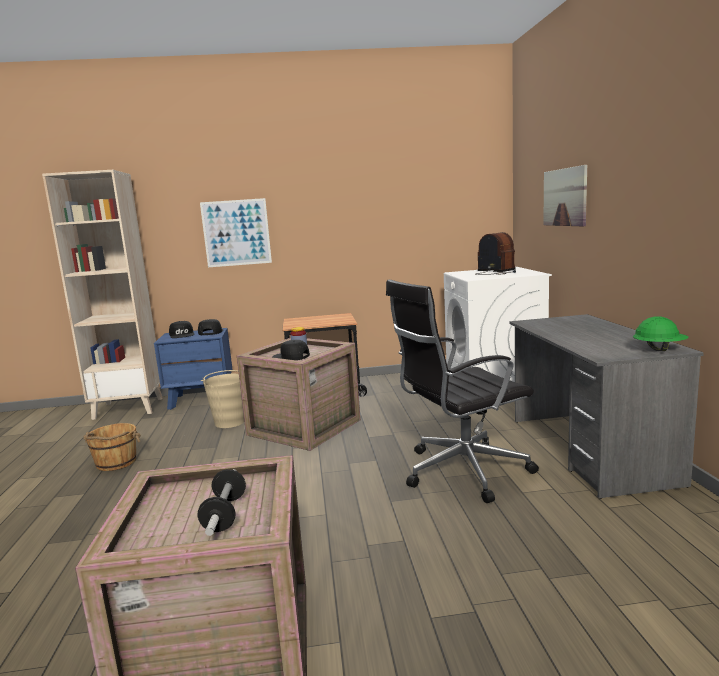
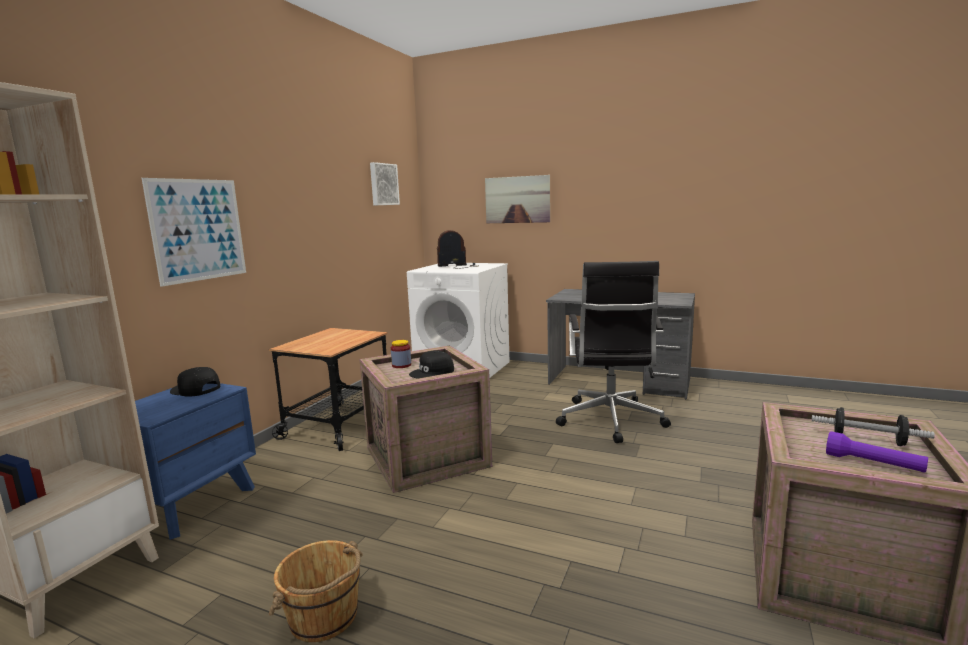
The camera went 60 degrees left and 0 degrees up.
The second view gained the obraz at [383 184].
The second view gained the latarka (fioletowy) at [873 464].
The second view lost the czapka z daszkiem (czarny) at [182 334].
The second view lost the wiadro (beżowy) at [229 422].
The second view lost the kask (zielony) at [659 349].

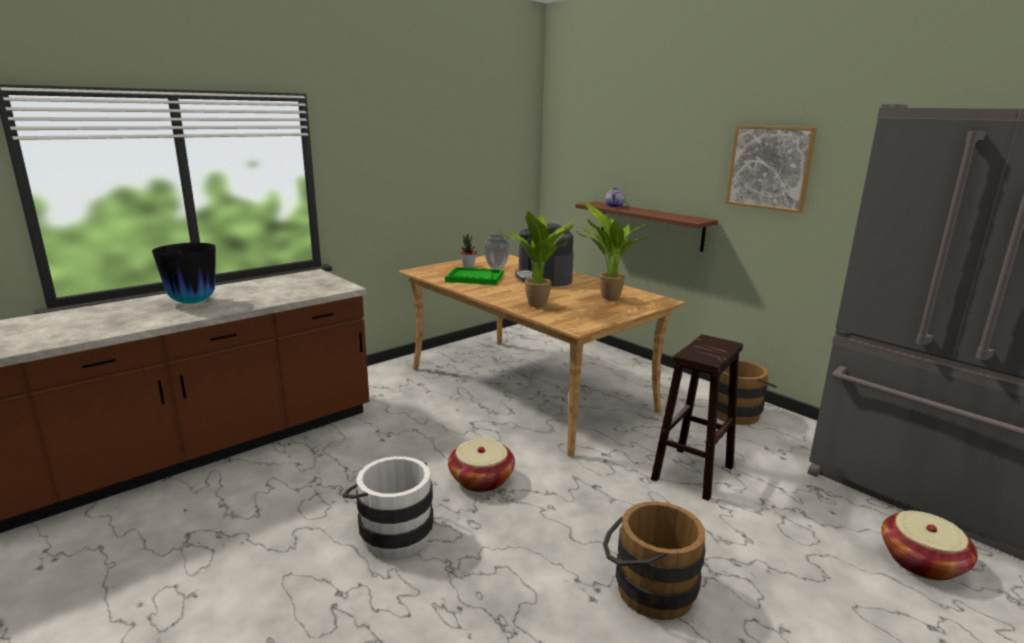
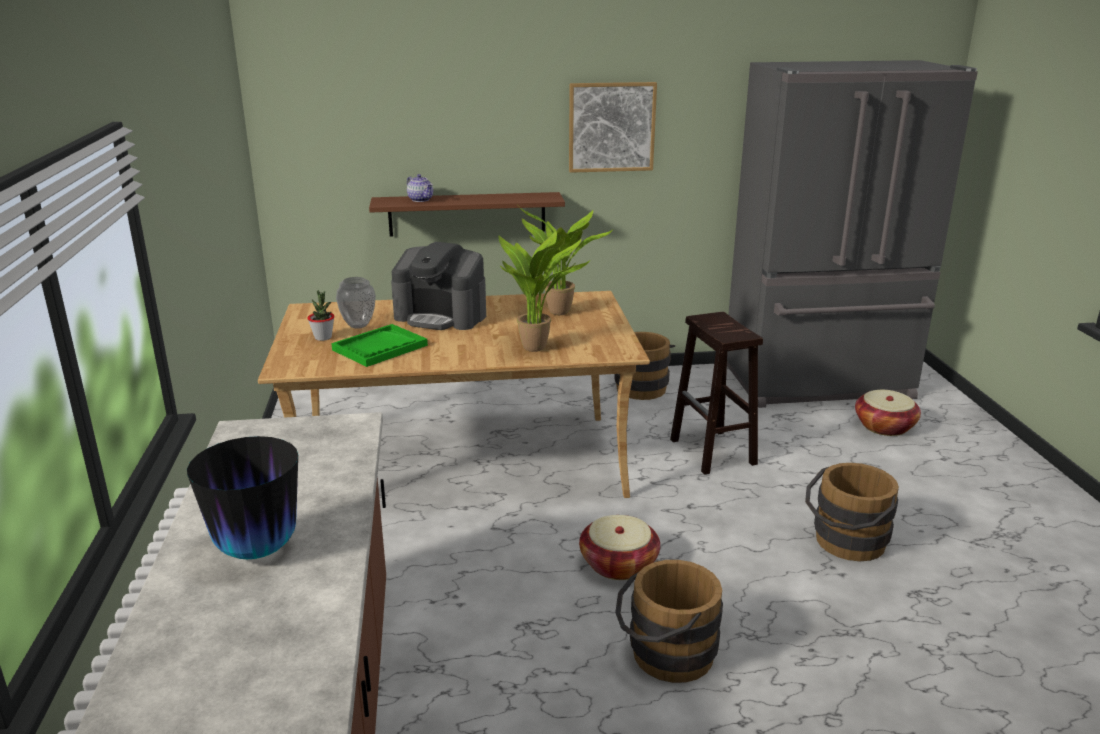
The camera went 55 degrees left and 5 degrees up.
What was the wiadro (biały) at [392 532] turned into the wiadro (brązowy) at [664 655].

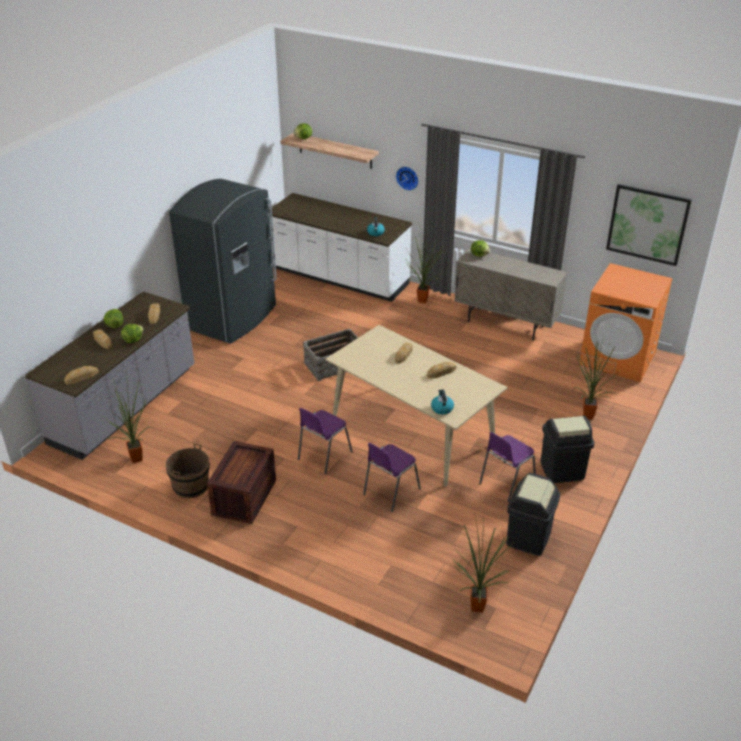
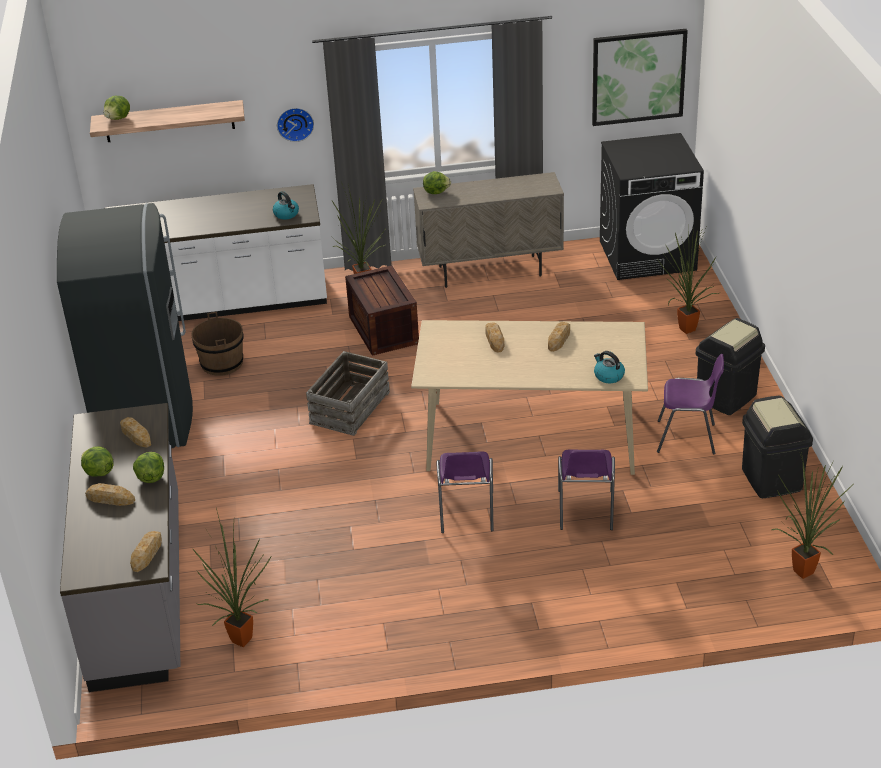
The camera went 35 degrees left and 0 degrees up.
The wiadro (brązowy) ended up elsewhere, having gone from [191 486] to [222 363].
The skrzynka ended up elsewhere, having gone from [244 498] to [384 331].
What was the pralka (pomarańczowy) at [618 358] turned into the pralka (czarny) at [648 255].
The krzesło (fioletowy) at [505 483] ended up facing another way, 90 degrees counterclockwise from before.

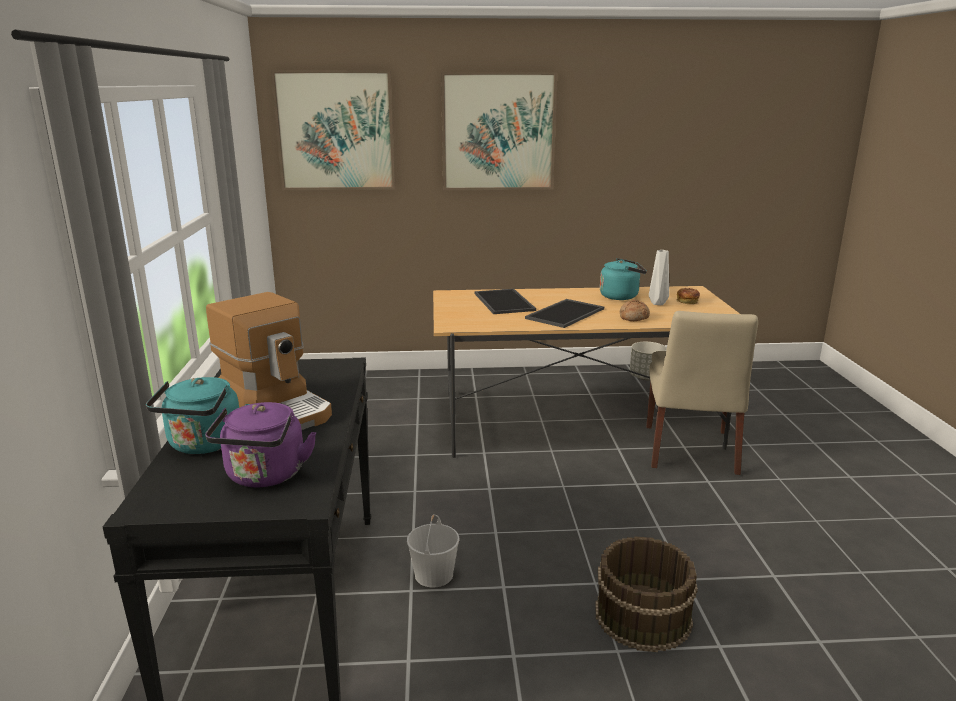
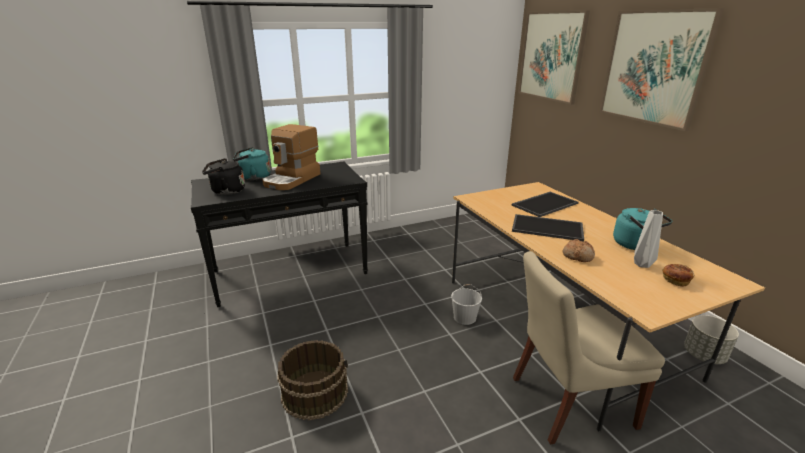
The camera went 70 degrees right and 5 degrees up.
What was the czajnik (fioletowy) at [265 476] turned into the czajnik (czarny) at [226 191].
The wiadro (biały) ended up elsewhere, having gone from [433 574] to [465 317].

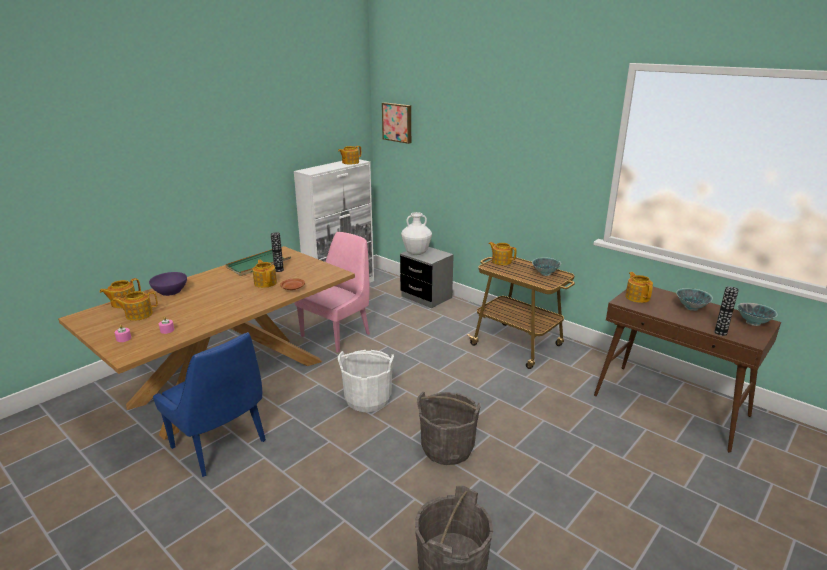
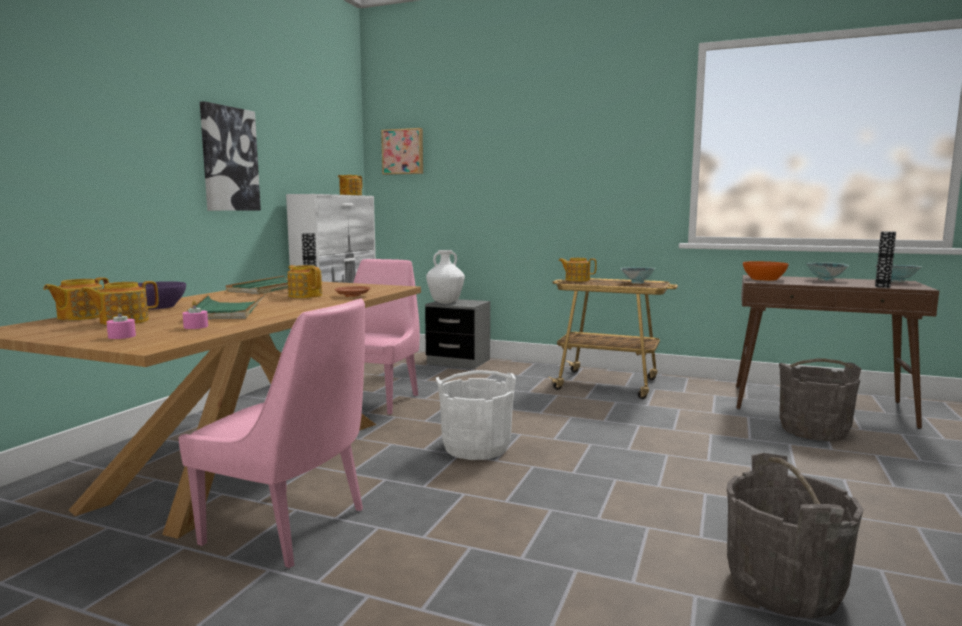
The camera went 20 degrees left and 15 degrees down.
What was the krzesło (niebieski) at [220 445] turned into the krzesło (różowy) at [290 527].
The second view gained the taca (zielony) at [227 311].
The second view gained the obraz at [229 159].
Where the imbryk stood at [637 297], the miska (pomarańczowy) came to stand at [764 279].
The wiadro (szary) ended up elsewhere, having gone from [447 448] to [813 430].

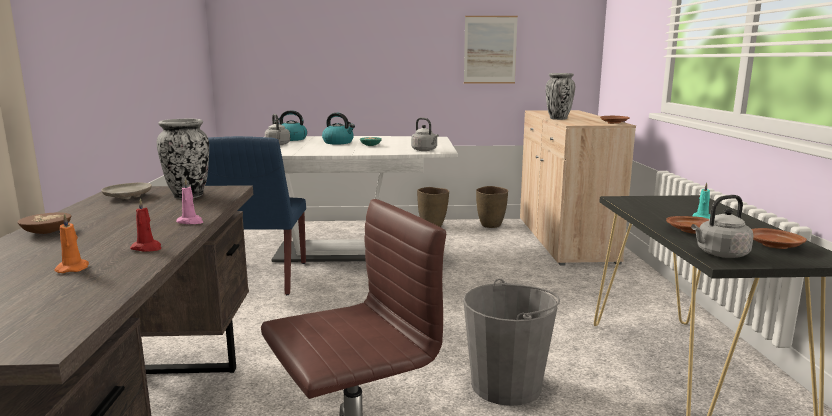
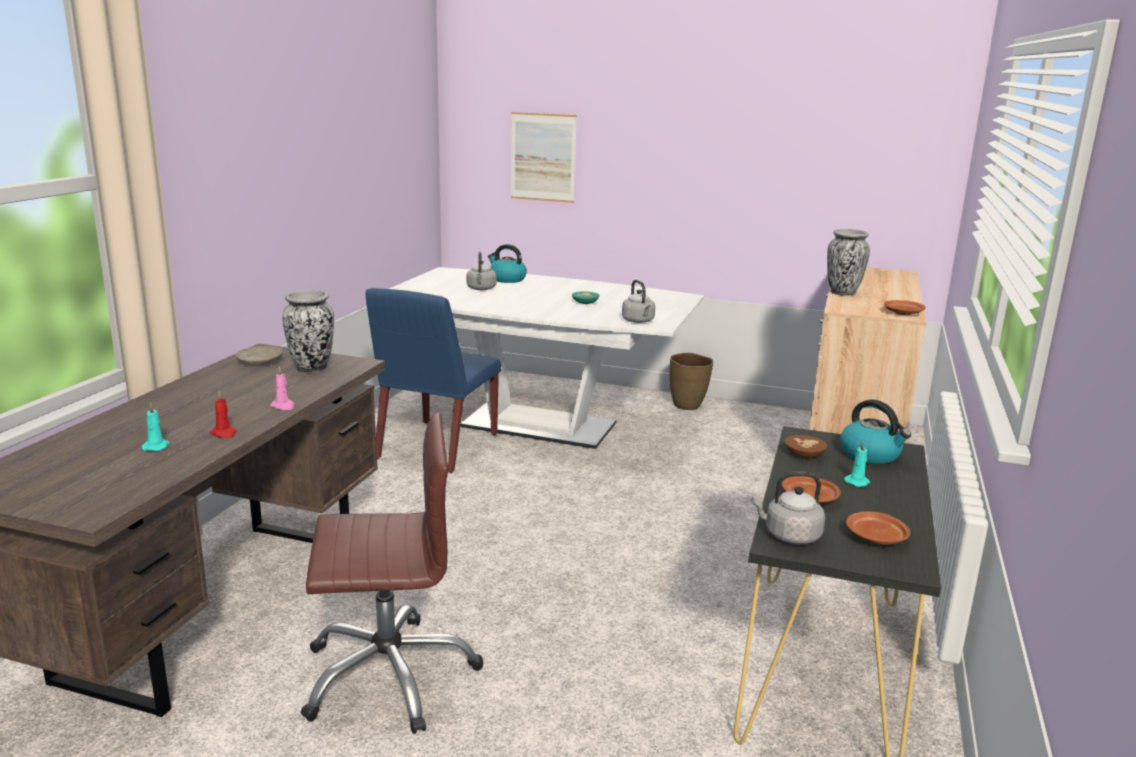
The camera went 20 degrees right and 5 degrees up.
What was the świeca (pomarańczowy) at [73 268] turned into the świeca (turkusowy) at [157 446].
The obraz ended up elsewhere, having gone from [490 50] to [543 157].
The miska (brązowy) ended up elsewhere, having gone from [49 231] to [805 454].
The czajnik ended up elsewhere, having gone from [338 142] to [871 455].
The second view lost the wiadro (szary) at [507 385].
The second view lost the wazon (brązowy) at [491 225].

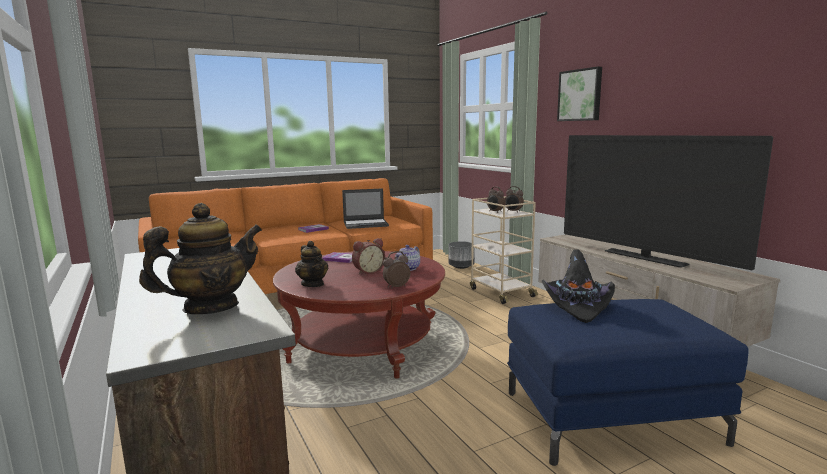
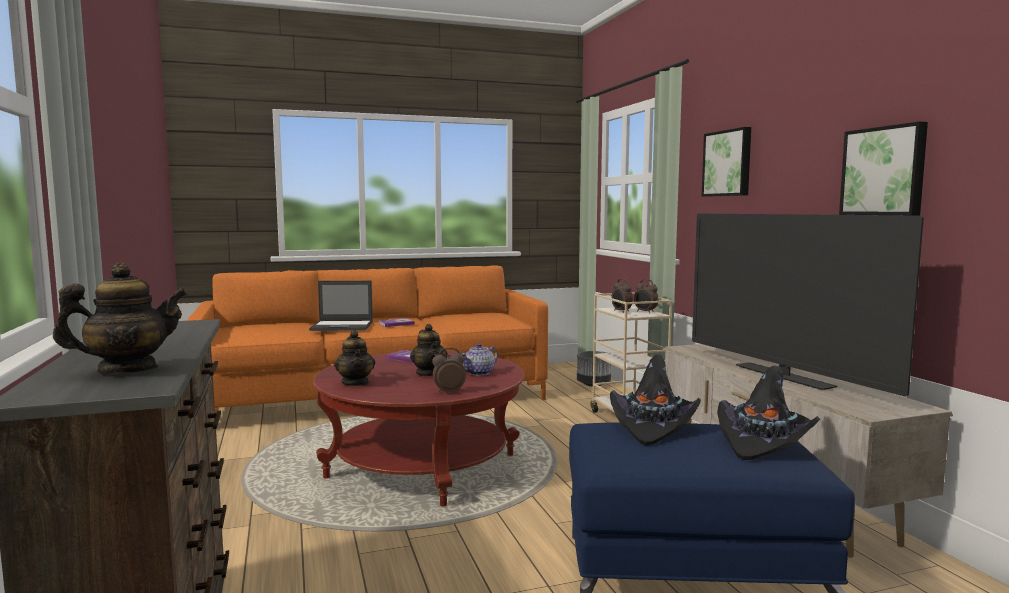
The camera went 10 degrees right and 5 degrees down.
The laptop ended up elsewhere, having gone from [366 224] to [343 326].
Where the budzik stood at [368 271], the imbryk came to stand at [429 373].
The second view gained the kapelusz (czarny) at [763 442].
The second view gained the obraz at [884 171].

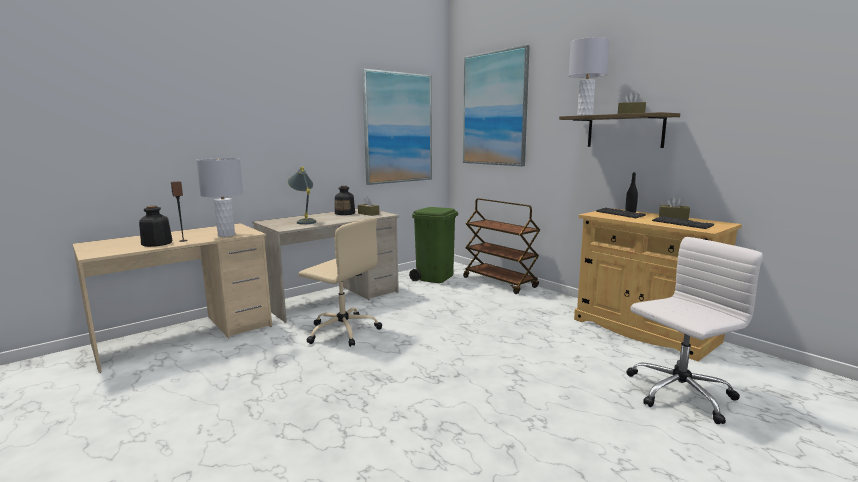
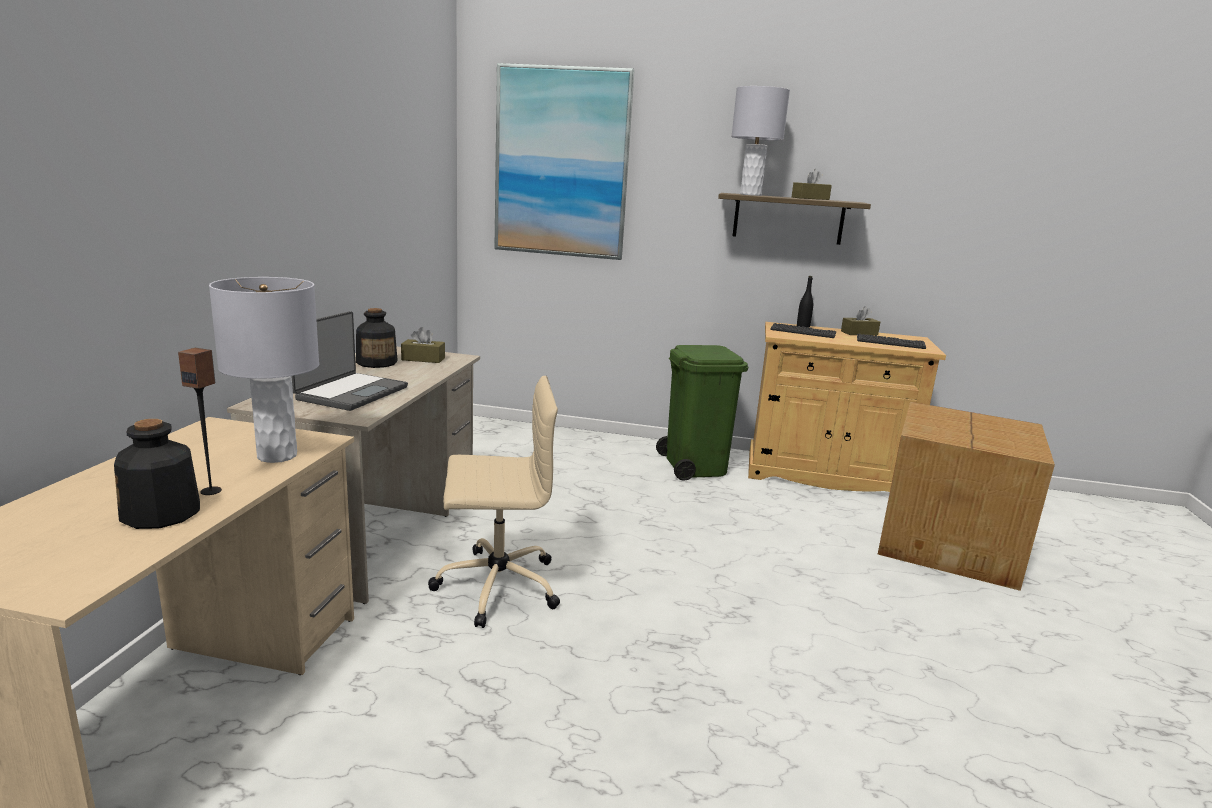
The camera went 40 degrees left and 5 degrees up.
Where the lampa stołowa (szary) stood at [304 221], the laptop came to stand at [350 393].
The kosz na śmieci (zielony) ended up elsewhere, having gone from [434 277] to [694 466].
Where the krzesło biurowe (biały) stood at [678 394], the karton came to stand at [950 543].
The second view lost the obraz at [398 128].
The second view lost the wózek (brązowy) at [500 282].

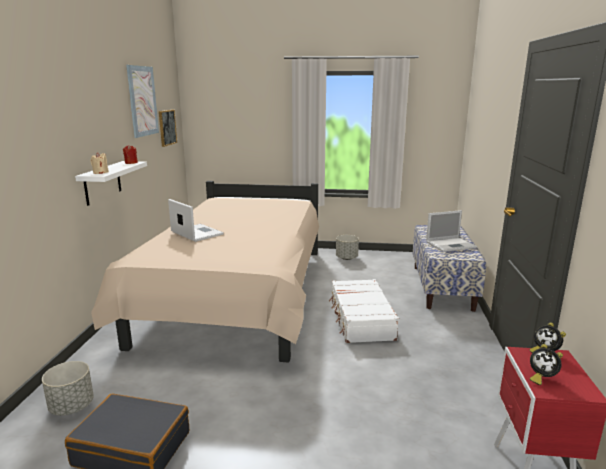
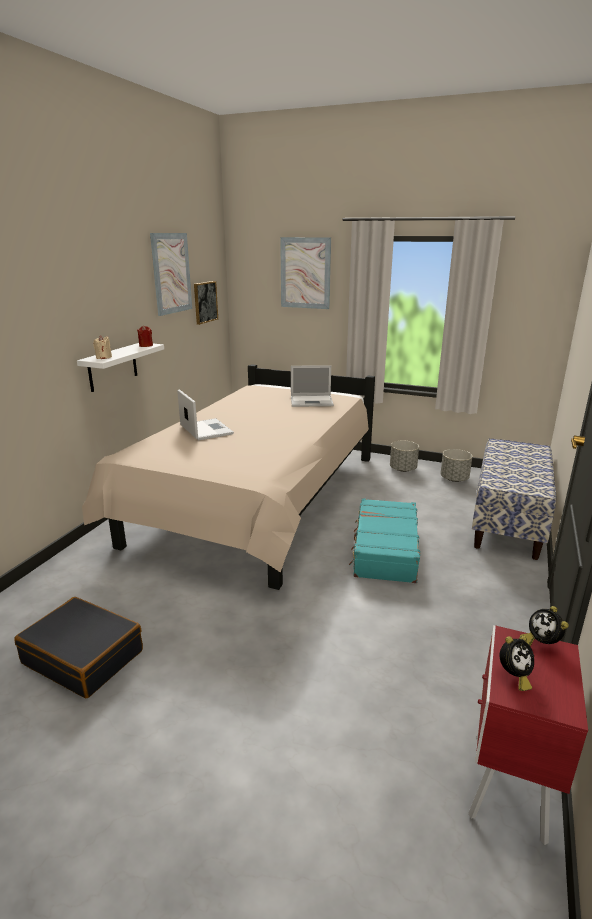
The camera went 15 degrees right and 5 degrees up.
The second view gained the obraz at [305 273].
The laptop ended up elsewhere, having gone from [451 244] to [312 401].
What was the walizka (biały) at [360 319] turned into the walizka (turkusowy) at [384 549].
The donica (szary) ended up elsewhere, having gone from [72 406] to [454 479].
The budzik at [541 378] ended up facing another way, 75 degrees counterclockwise from before.

